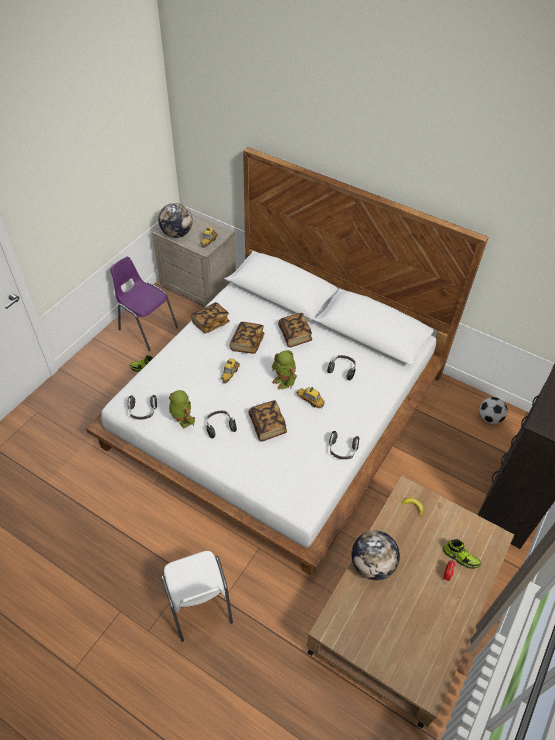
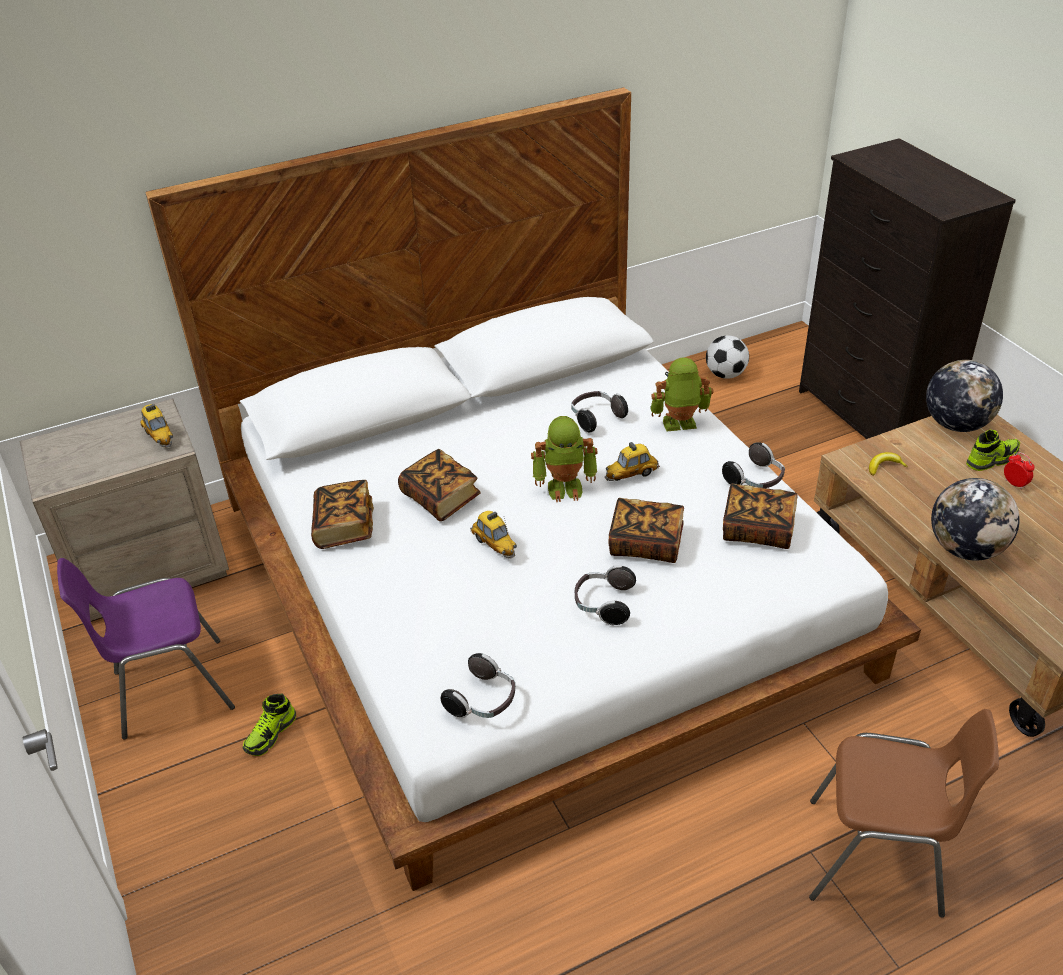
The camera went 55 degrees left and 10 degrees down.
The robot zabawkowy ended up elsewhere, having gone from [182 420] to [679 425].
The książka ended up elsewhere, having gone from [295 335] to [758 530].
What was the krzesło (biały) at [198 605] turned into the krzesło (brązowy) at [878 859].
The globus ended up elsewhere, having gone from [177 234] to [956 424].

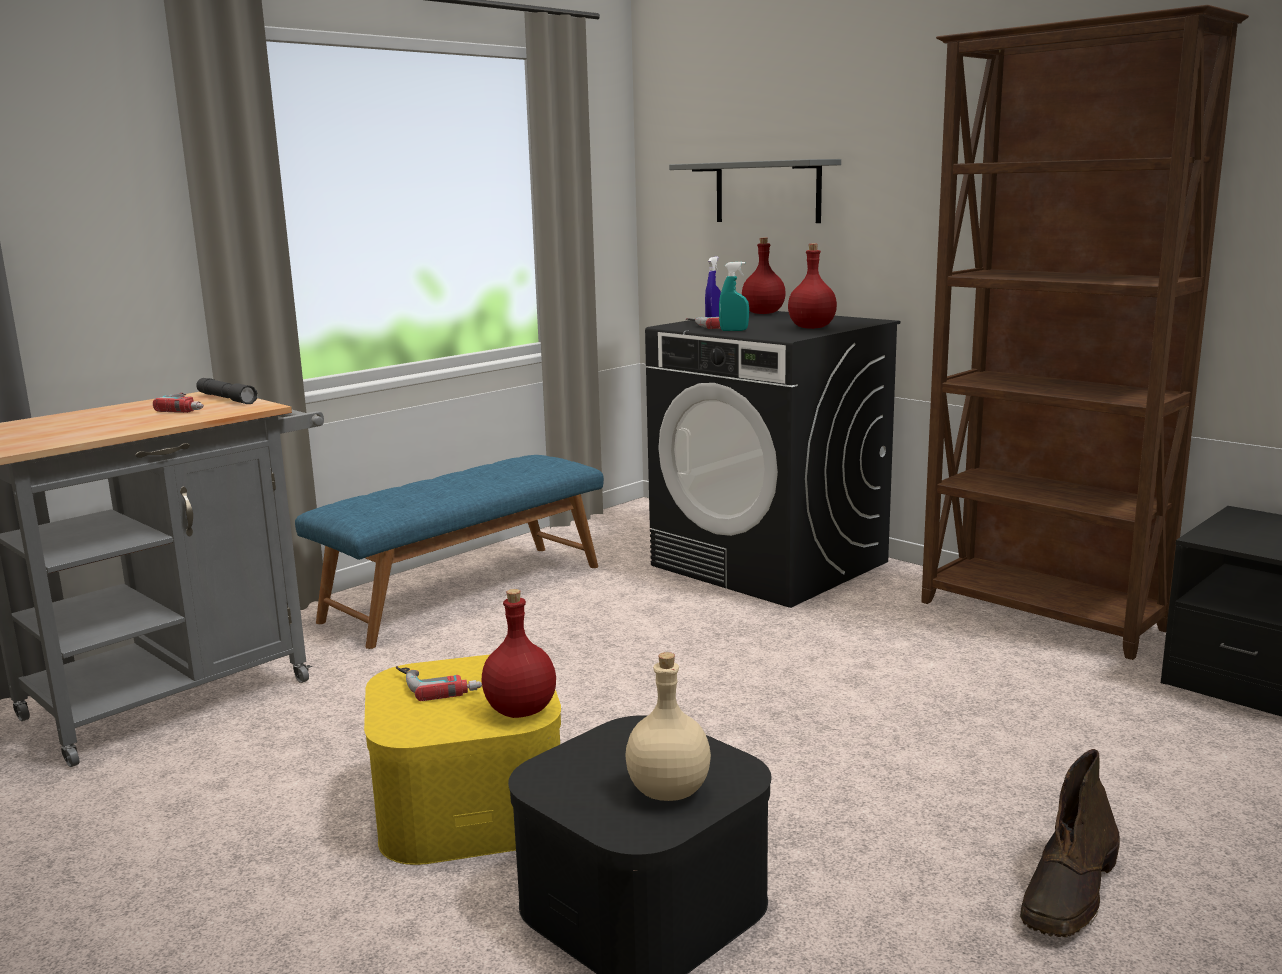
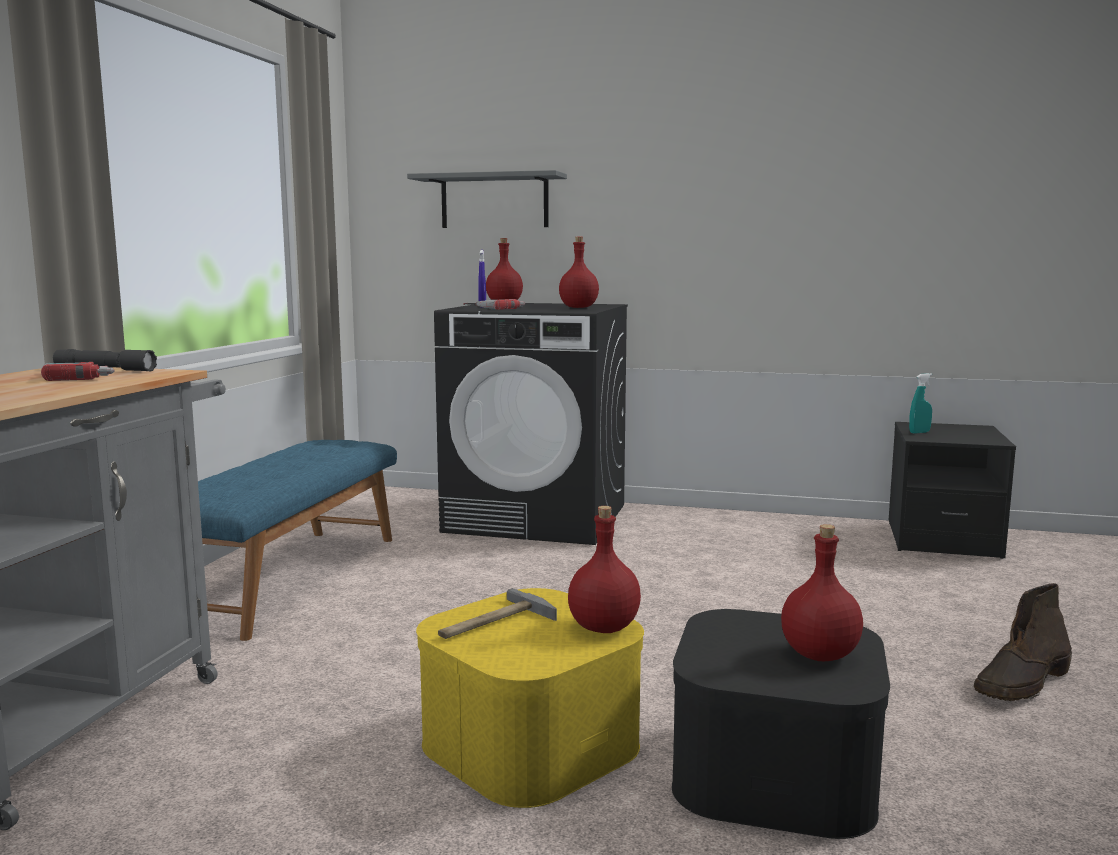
The camera went 30 degrees left and 5 degrees down.
Where the wiertarka stood at [439 683], the młotek came to stand at [493 623].
What was the butelka (beżowy) at [670 791] turned into the butelka (czerwony) at [821 655].
The spryskiwacz (turkusowy) ended up elsewhere, having gone from [734 330] to [919 432].
The but z cholewką (brązowy) at [1069 892] ended up facing another way, 45 degrees clockwise from before.
The second view lost the regał (brązowy) at [1041 617].

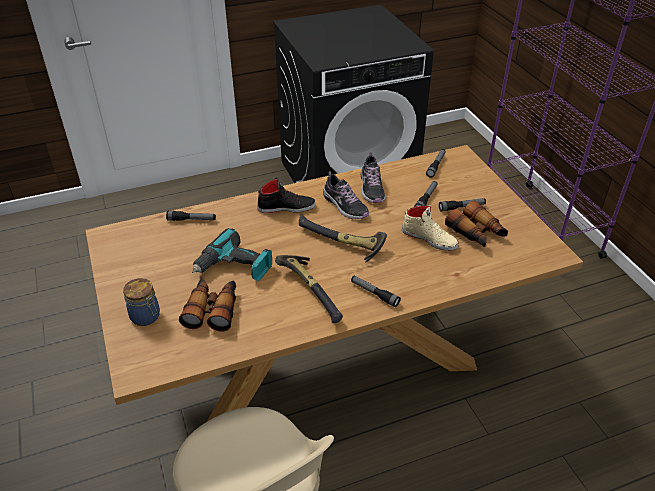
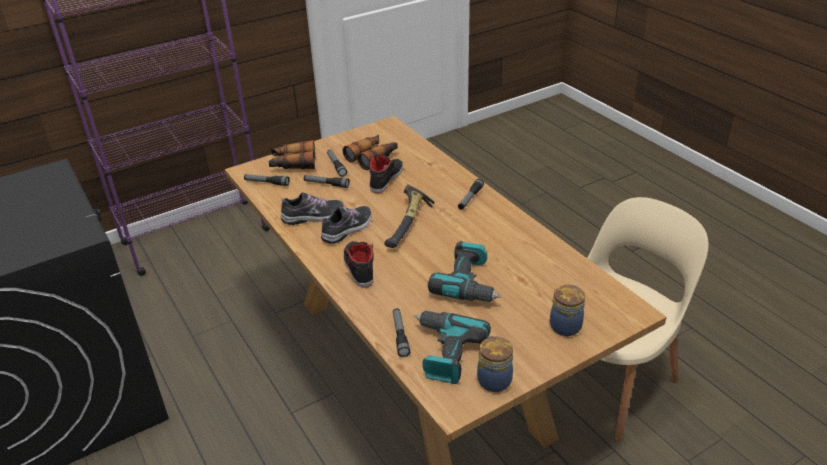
The camera went 100 degrees left and 5 degrees down.
The lornetka ended up elsewhere, having gone from [212 309] to [293 163].
What was the but (beżowy) at [429 238] turned into the but (czarny) at [386 178].
The second view gained the wiertarka at [444 352].
The second view gained the słoik at [494 379].
The second view lost the młotek at [313 291].

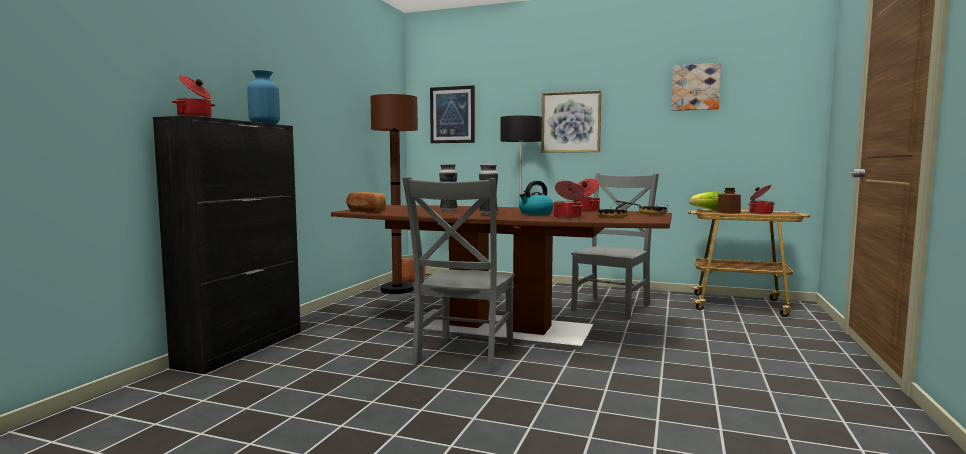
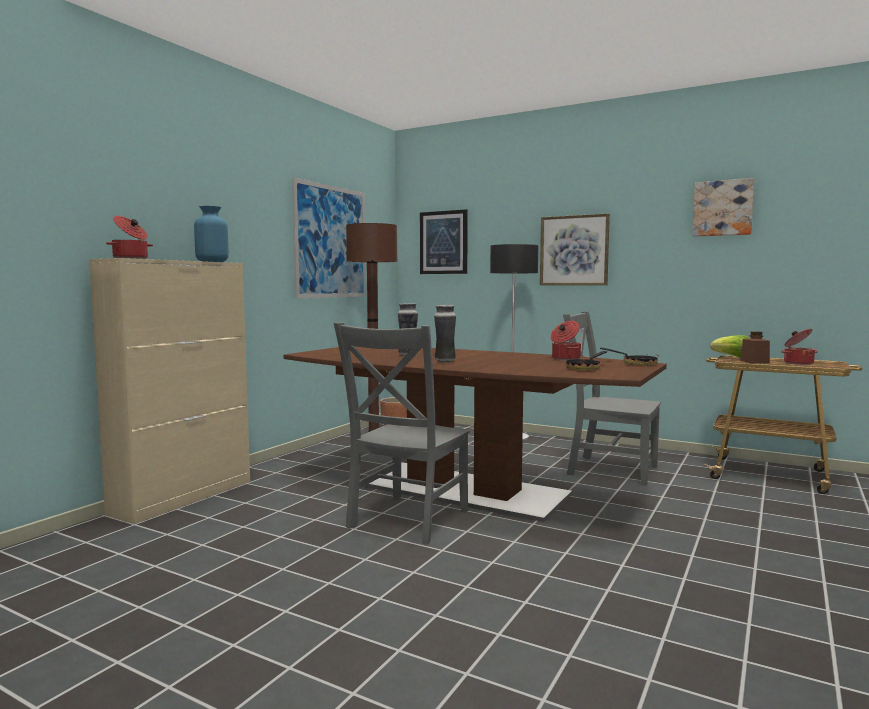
The camera went 10 degrees right and 0 degrees up.
What was the szafka (czarny) at [242 348] turned into the szafka (beżowy) at [184 497].
The second view gained the obraz at [331 242].
The krzesło (szary) at [612 307] ended up facing another way, 105 degrees counterclockwise from before.
The second view lost the chleb at [365 211].
The second view lost the czajnik at [535 213].
The second view lost the garnek at [568 217].

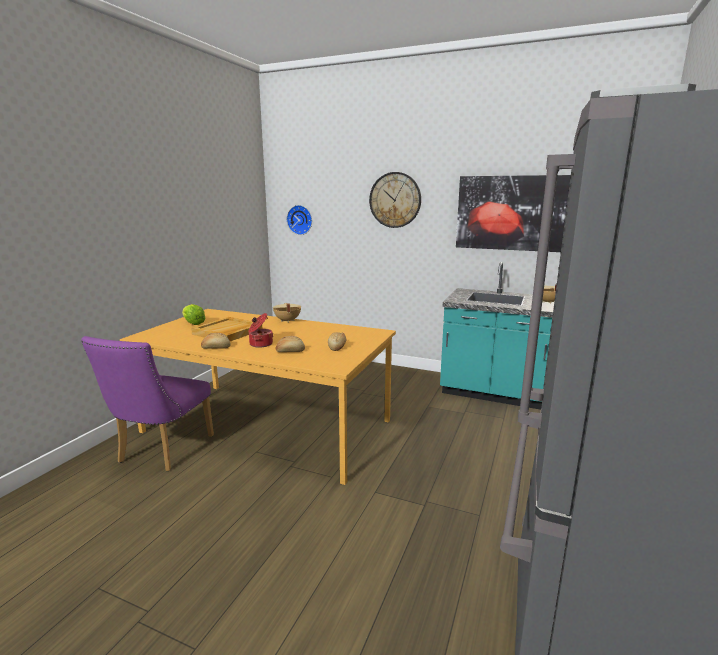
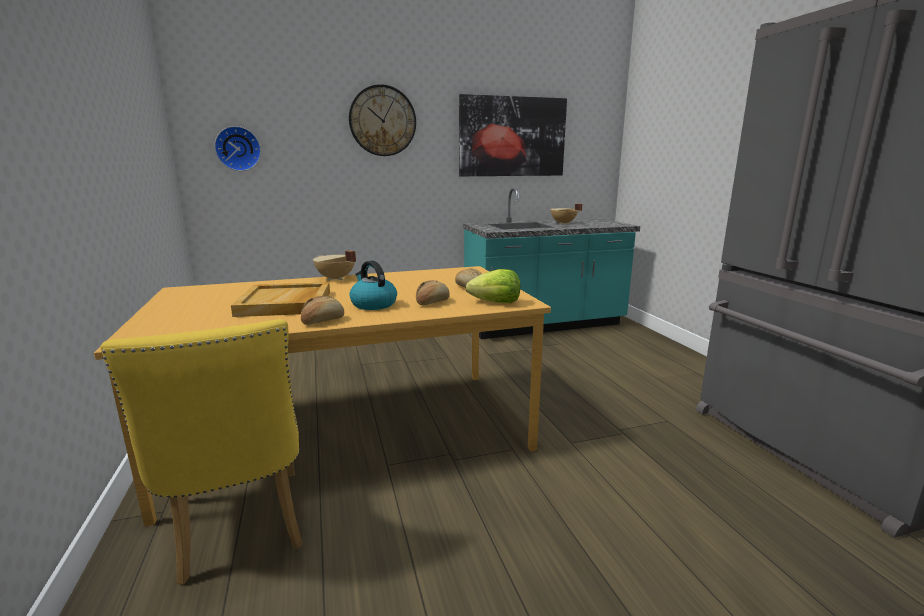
The camera went 40 degrees left and 0 degrees up.
What was the krzesło (fioletowy) at [161 452] turned into the krzesło (żółty) at [240 531].
Where the garnek stood at [260 344], the czajnik came to stand at [373 304].
The sałata ended up elsewhere, having gone from [193 323] to [496 303].

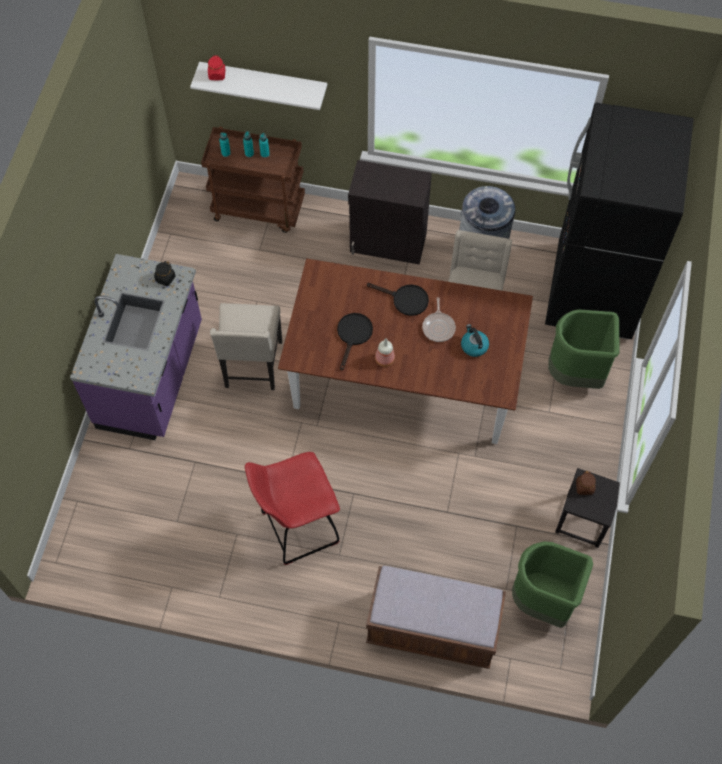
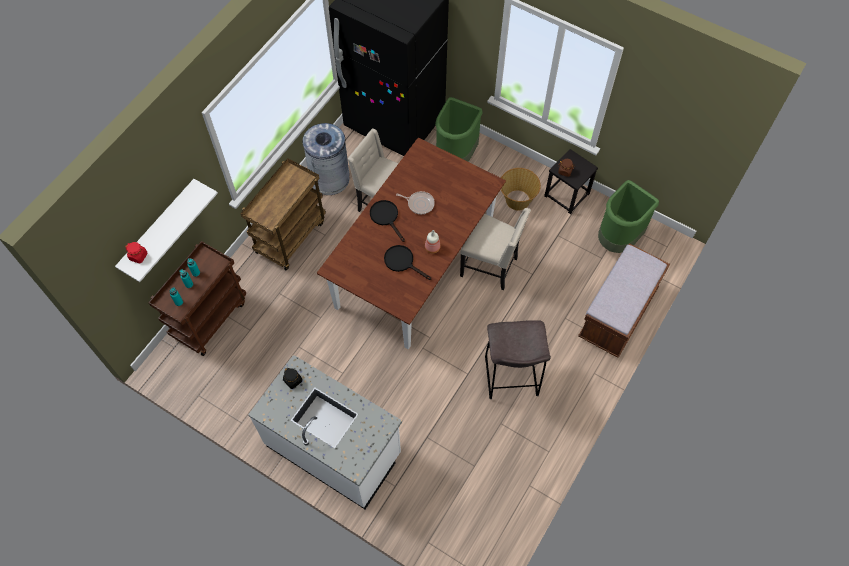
The camera went 70 degrees left and 0 degrees up.
Where the szafka (czarny) stood at [388 243], the wózek (brązowy) came to stand at [290 236].
What was the zabudowa kuchenna (fioletowy) at [152 376] turned into the zabudowa kuchenna (biały) at [334 449].
The patelnia (czarny) at [405 300] ended up facing another way, 75 degrees counterclockwise from before.
The krzesło (beżowy) ended up elsewhere, having gone from [252 366] to [490 266].
What was the stołek (czerwony) at [297 528] turned into the stołek (szary) at [511 378].
The second view gained the koszyk at [517 200].
The second view lost the czajnik at [473 346].

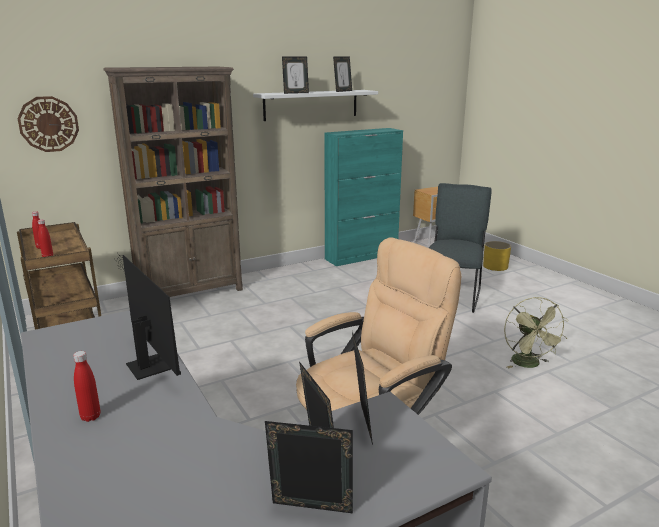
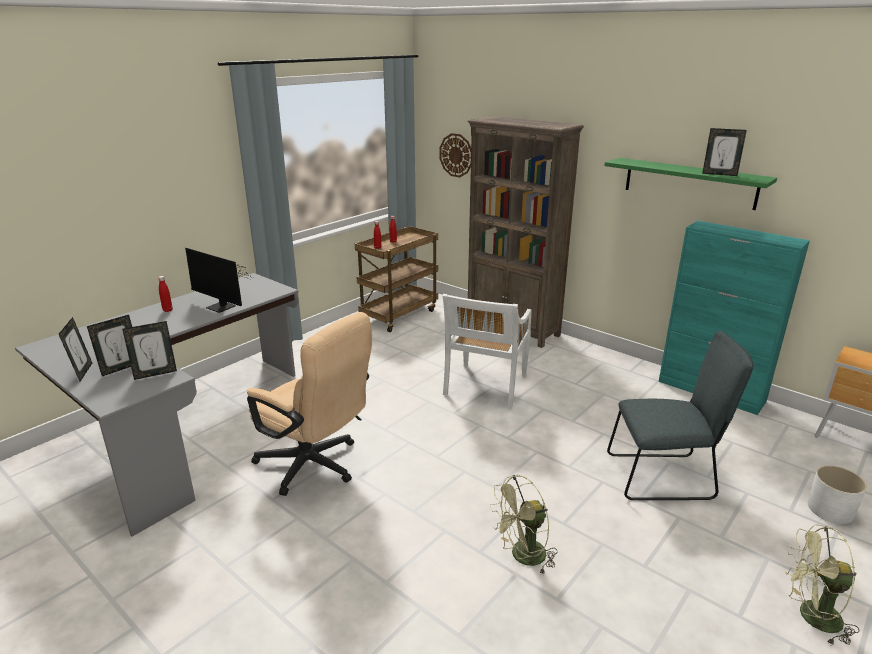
The camera went 70 degrees right and 5 degrees up.
The monitor at [149 363] ended up facing another way, 90 degrees clockwise from before.
The second view gained the krzesło (biały) at [485 386].
What was the półka (biały) at [311 105] turned into the półka (zielony) at [689 183].
The second view gained the wentylator (zielony) at [811 617].
What was the donica (żółty) at [495 266] turned into the donica (biały) at [830 509].
The second view lost the ramka na zdjęcie at [295 93].

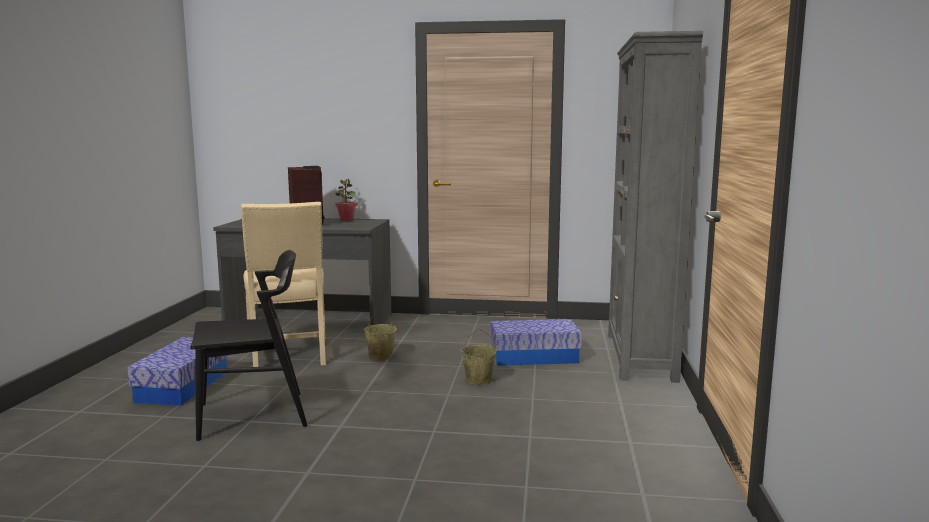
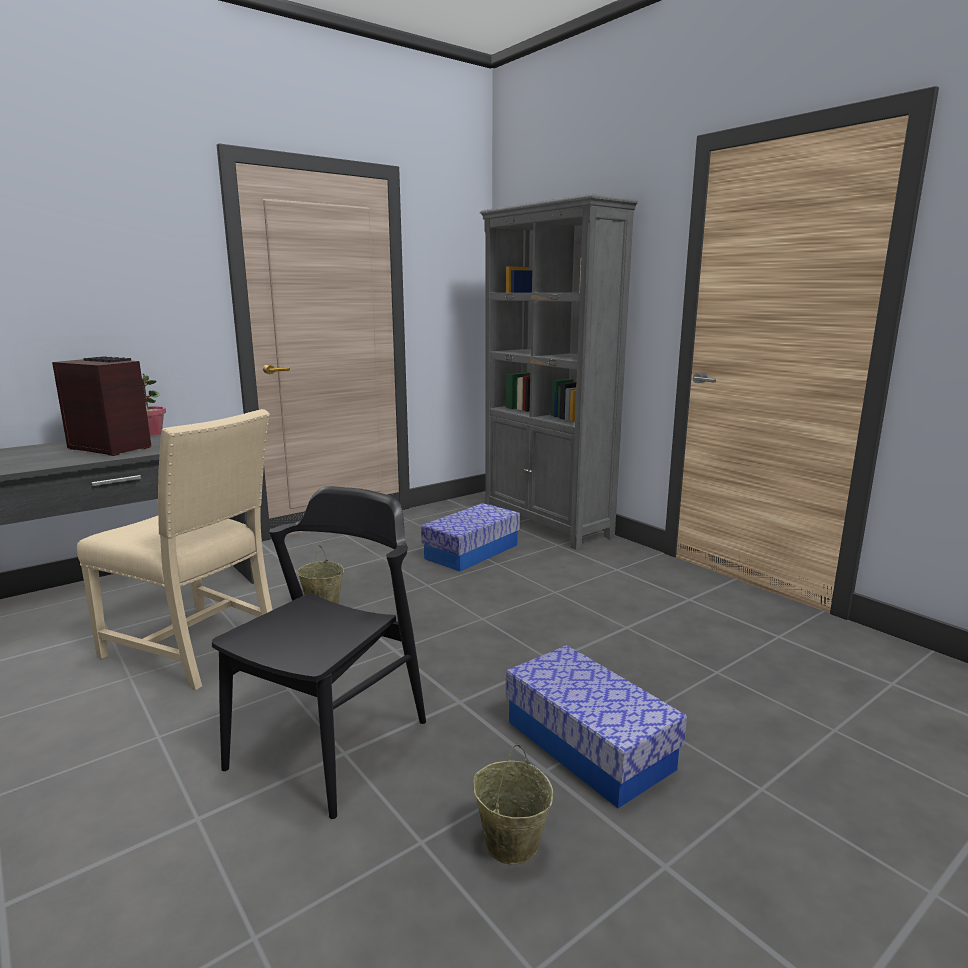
The camera went 45 degrees left and 5 degrees up.
The wiadro (beżowy) ended up elsewhere, having gone from [478 380] to [510 842].
The pojemnik do przechowywania ended up elsewhere, having gone from [183 386] to [589 745].

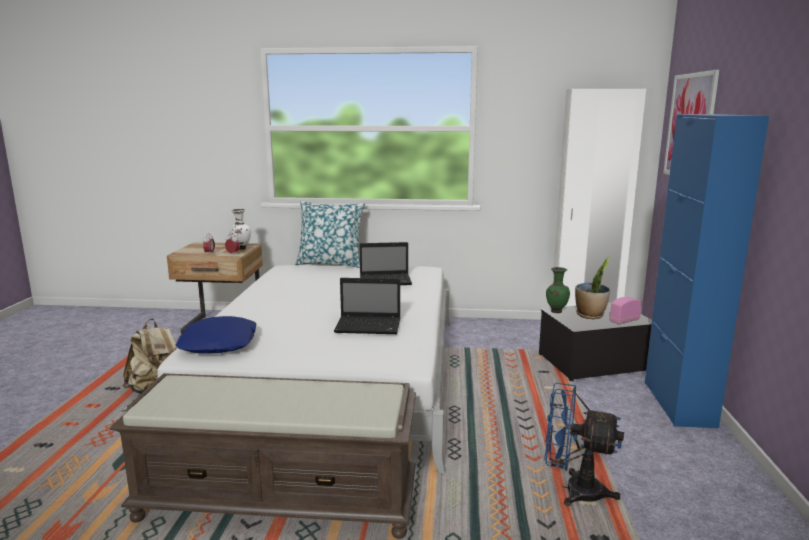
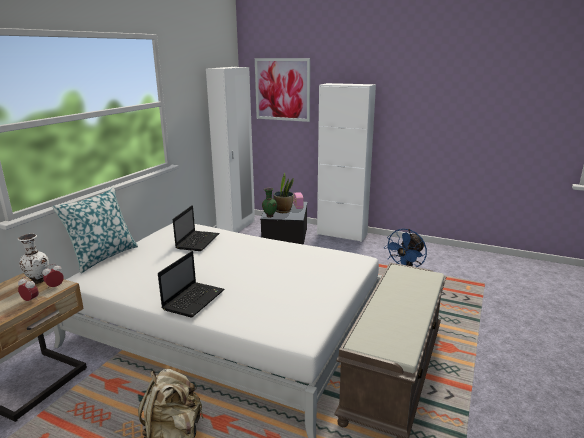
The camera went 70 degrees left and 5 degrees up.
The laptop ended up elsewhere, having gone from [369 326] to [194 299].
What was the szafka (niebieski) at [678 404] turned into the szafka (biały) at [342 234].
The second view lost the poduszka (niebieski) at [219 343].

